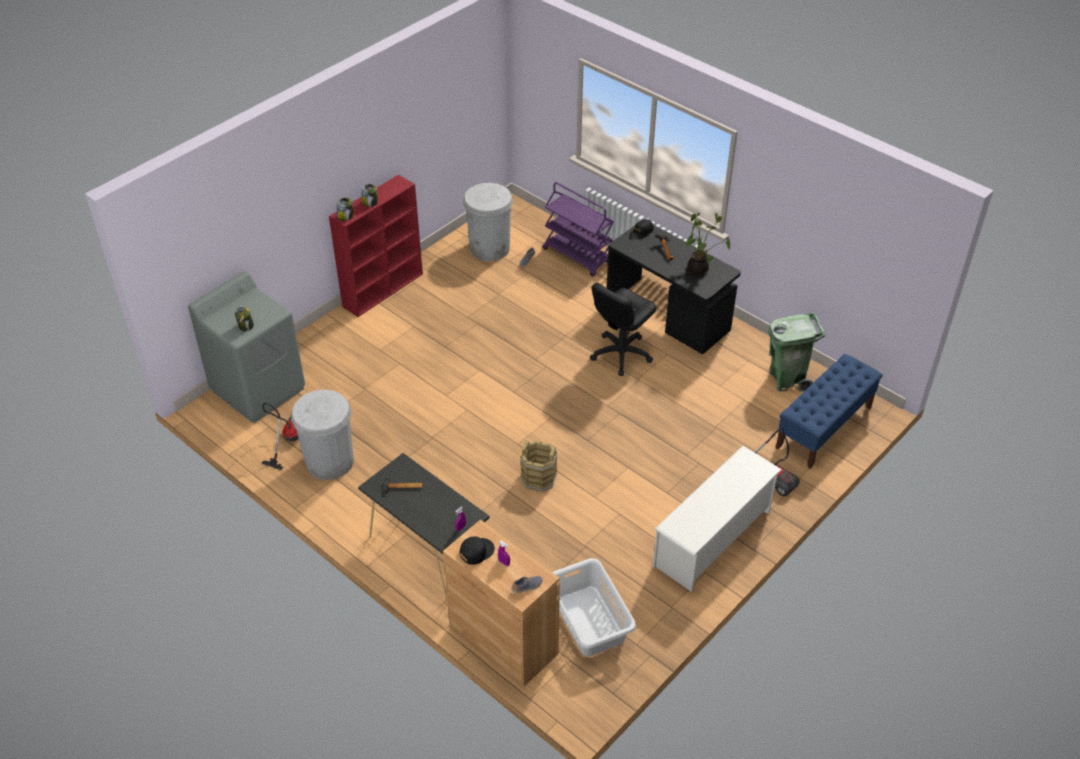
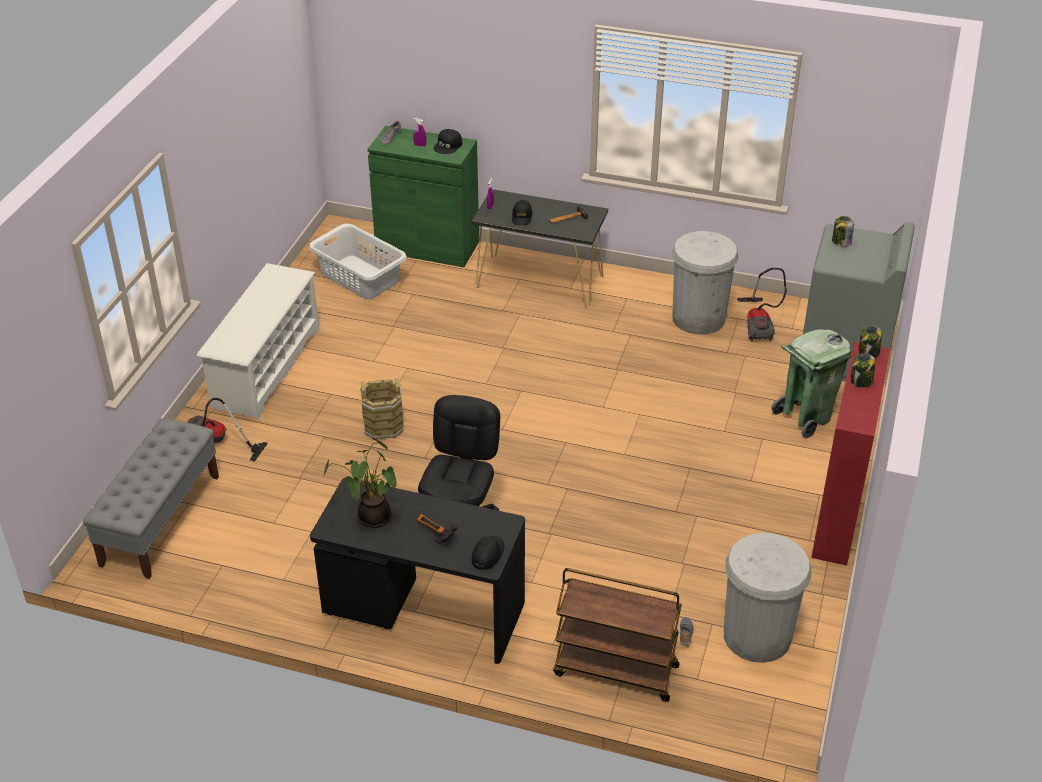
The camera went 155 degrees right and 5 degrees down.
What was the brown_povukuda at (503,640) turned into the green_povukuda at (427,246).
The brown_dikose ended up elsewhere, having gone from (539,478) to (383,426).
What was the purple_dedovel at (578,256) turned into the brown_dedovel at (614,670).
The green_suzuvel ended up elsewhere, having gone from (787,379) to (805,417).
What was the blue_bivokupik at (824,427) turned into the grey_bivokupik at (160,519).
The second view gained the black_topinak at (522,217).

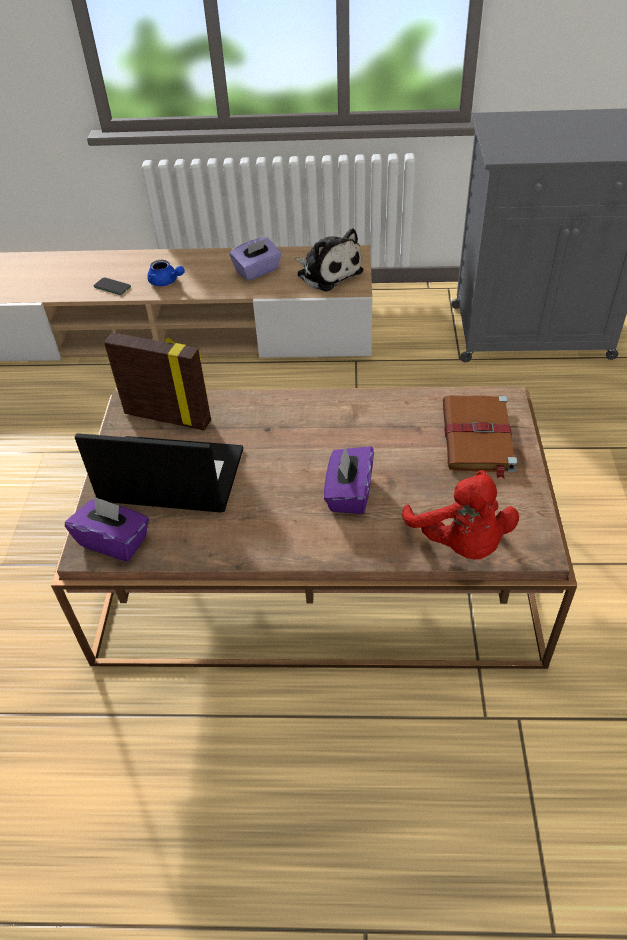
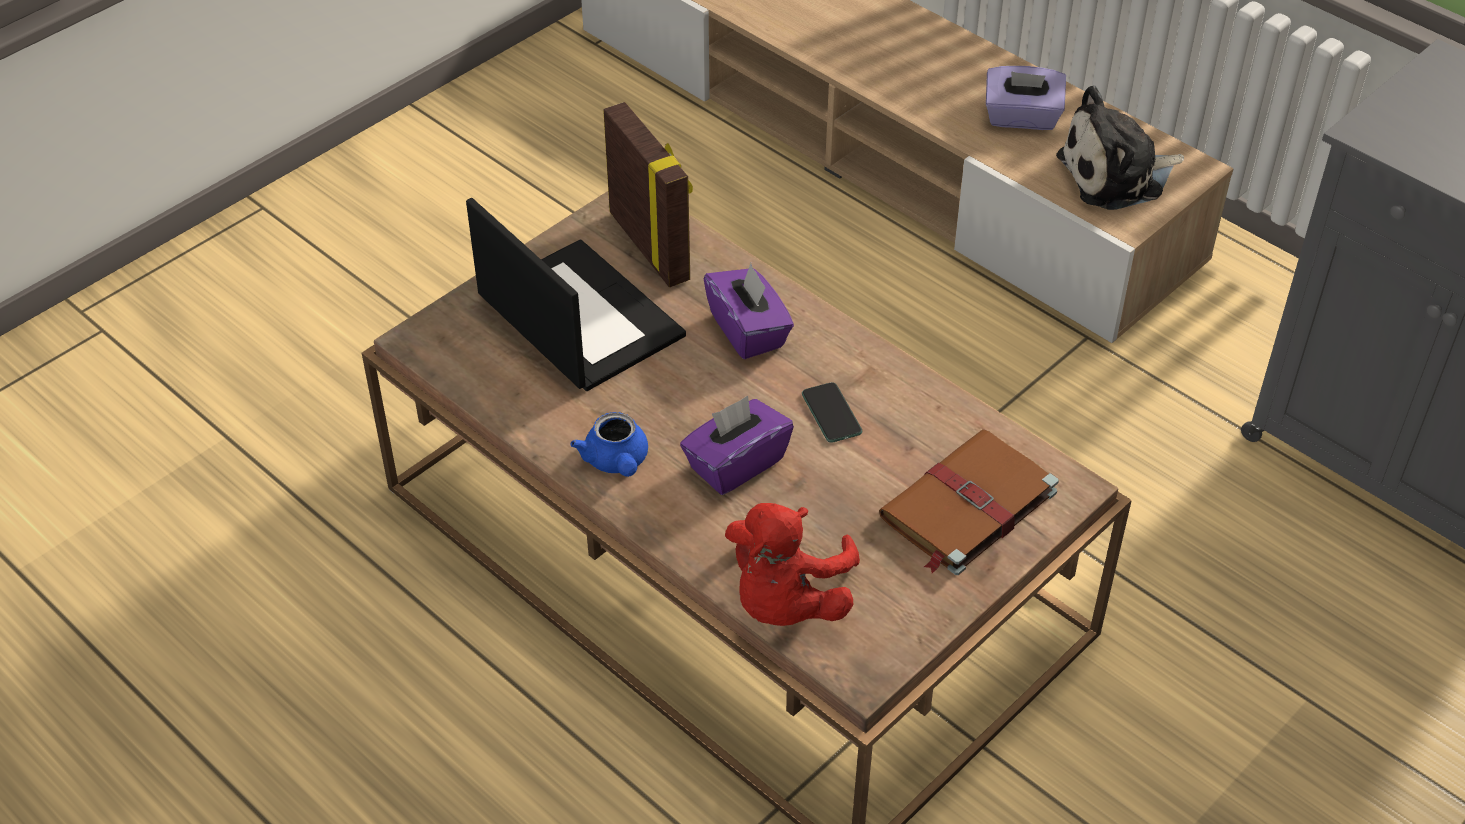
The camera went 40 degrees right and 0 degrees up.
The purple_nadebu ended up elsewhere, having gone from (114,541) to (748,331).
The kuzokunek ended up elsewhere, having gone from (112,287) to (831,414).
The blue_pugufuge ended up elsewhere, having gone from (166,282) to (616,462).
The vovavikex at (327,272) ended up facing another way, 75 degrees clockwise from before.

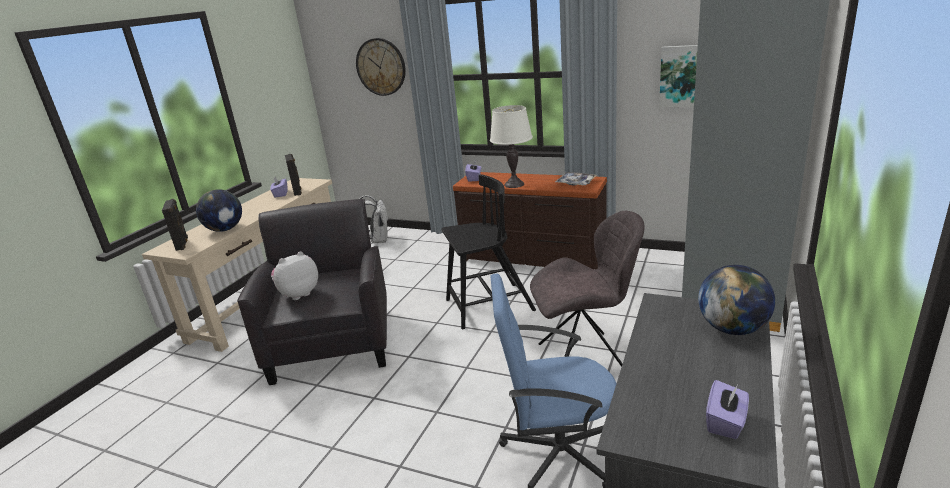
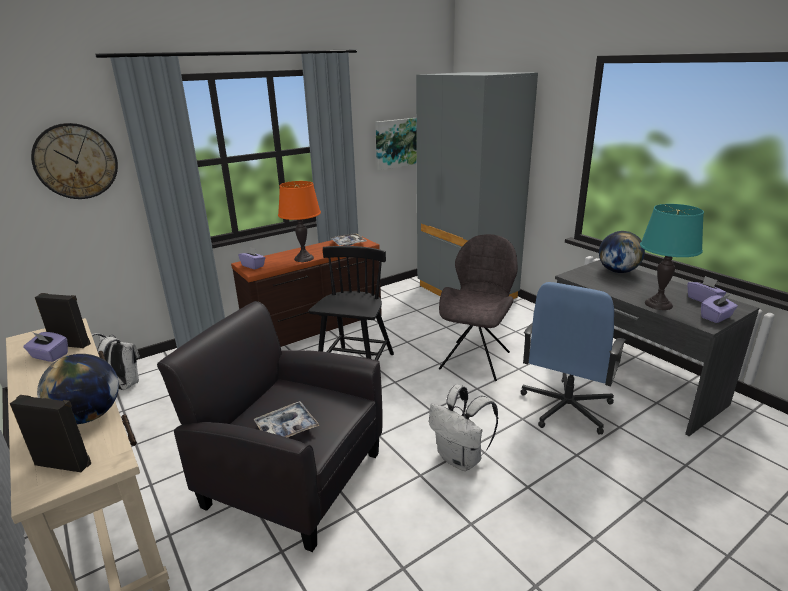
The camera went 60 degrees left and 0 degrees up.
Where the vovavikex stood at (298,294), the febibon came to stand at (287,427).
What was the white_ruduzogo at (514,184) turned into the orange_ruduzogo at (304,258).
The second view gained the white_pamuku at (461,459).
The second view gained the turquoise_ruduzogo at (658,304).
The second view gained the purple_nadebu at (716,317).

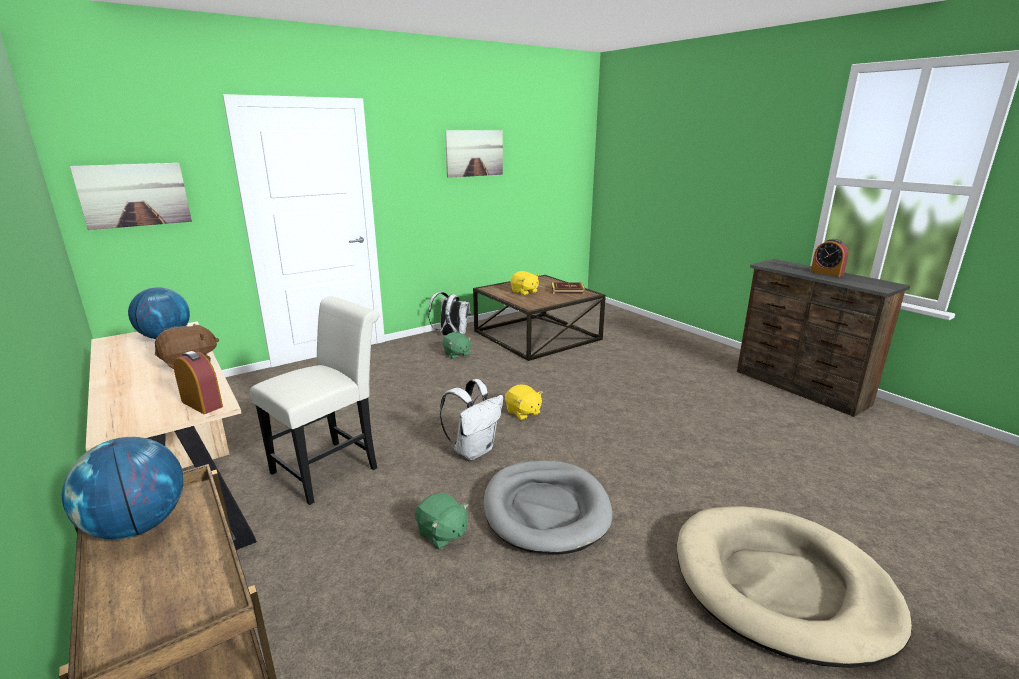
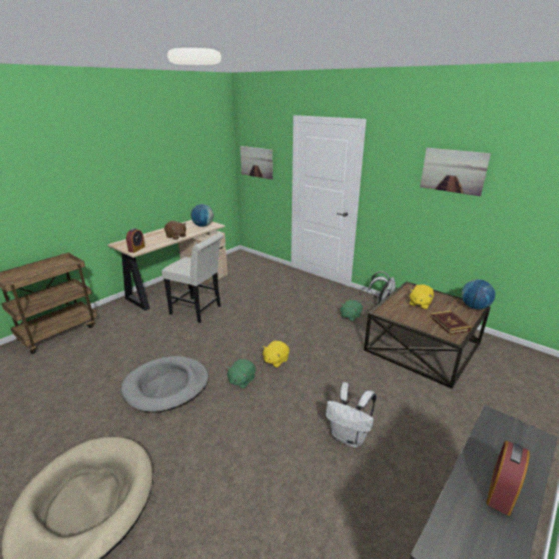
The camera went 75 degrees right and 5 degrees up.
The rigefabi ended up elsewhere, having gone from (138,526) to (474,307).
The green_vovavikex ended up elsewhere, having gone from (442,534) to (241,380).
The white_pamuku ended up elsewhere, having gone from (474,450) to (349,437).

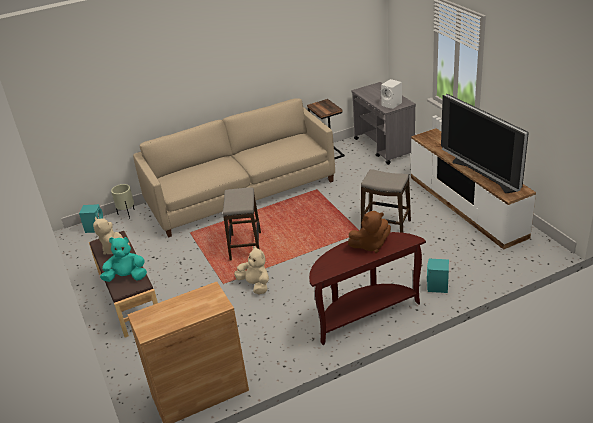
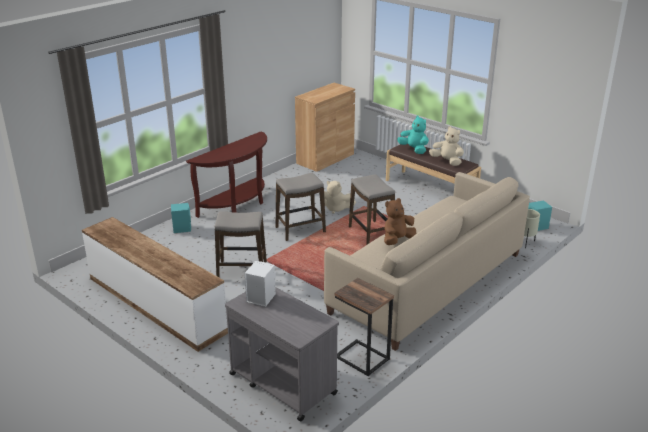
The camera went 155 degrees right and 5 degrees down.
The turquoise_vovavikex at (126,277) ended up facing another way, 105 degrees counterclockwise from before.
The brown_vovavikex ended up elsewhere, having gone from (370,245) to (397,240).
The second view lost the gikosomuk at (483,175).
The second view gained the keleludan at (300,230).

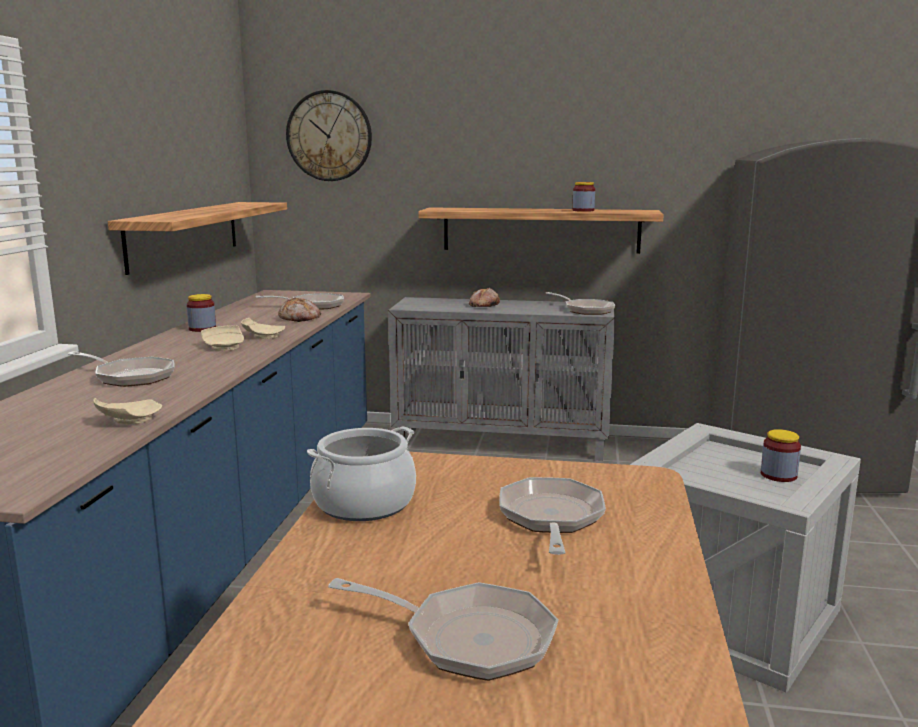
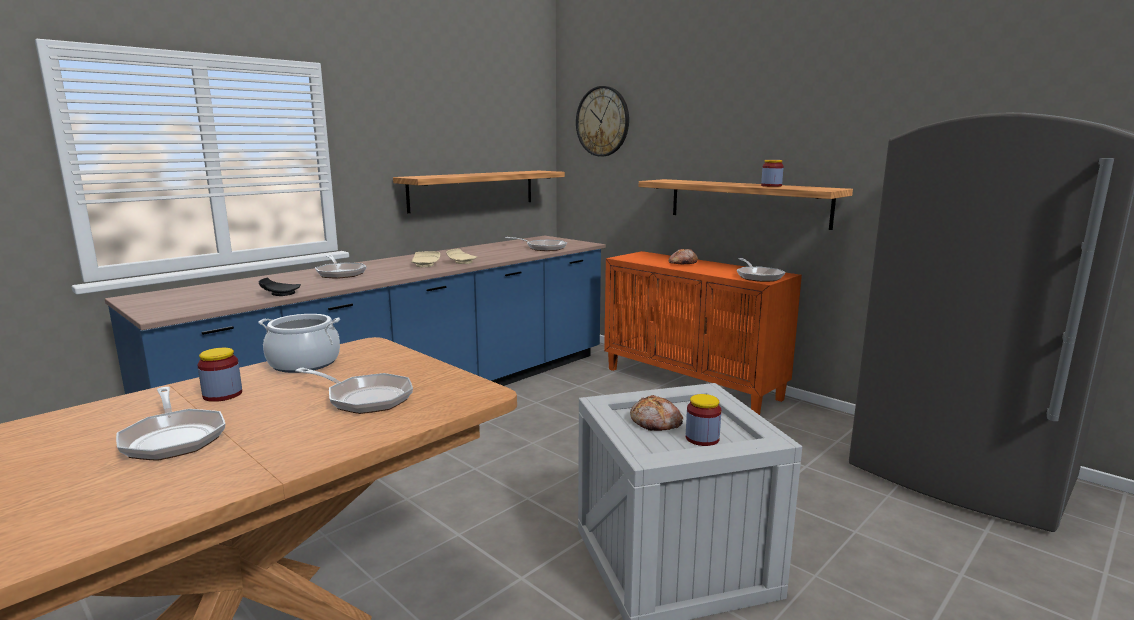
The camera went 35 degrees right and 0 degrees up.
What was the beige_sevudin at (128,420) turned into the black_sevudin at (280,294).
The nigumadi ended up elsewhere, having gone from (202,329) to (222,395).
The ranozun ended up elsewhere, having gone from (300,318) to (656,423).
What was the grey_povukuda at (502,443) turned into the orange_povukuda at (692,383).
The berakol at (551,519) ended up facing another way, 75 degrees clockwise from before.

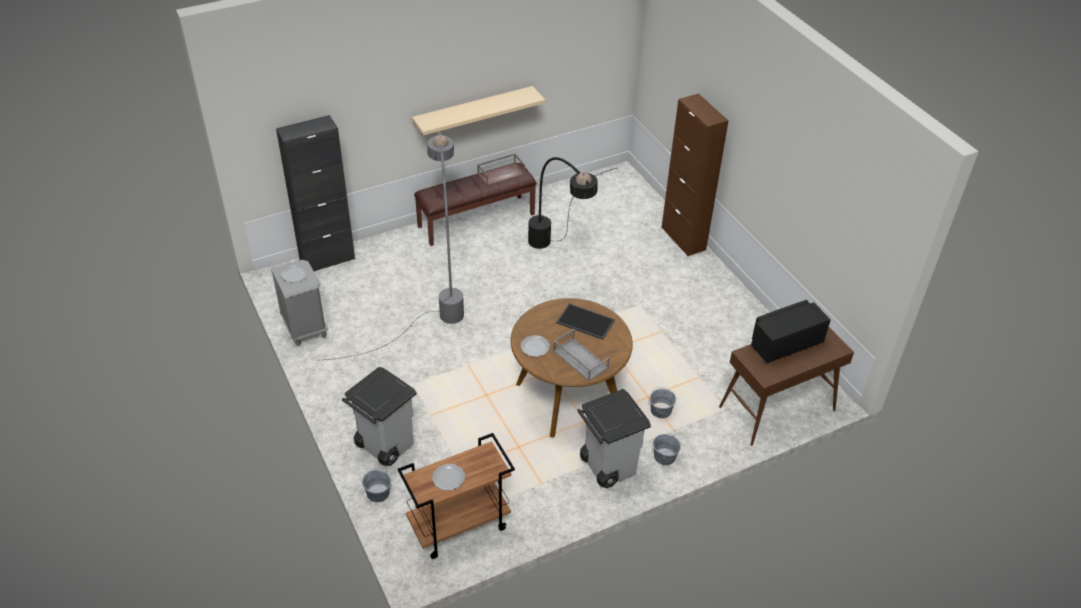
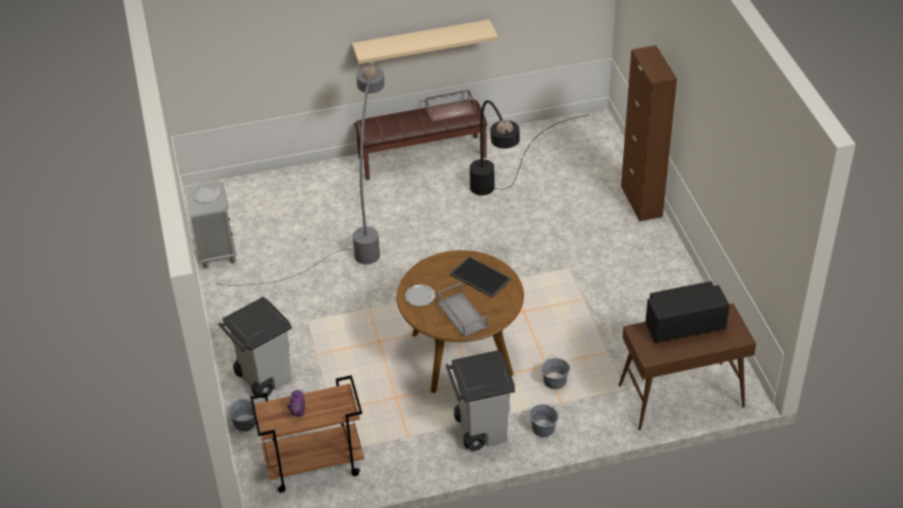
The camera went 15 degrees right and 0 degrees up.
The second view lost the black_povukuda at (327,259).
Where the sevudin stood at (448,477), the purple_pugufuge came to stand at (298,412).

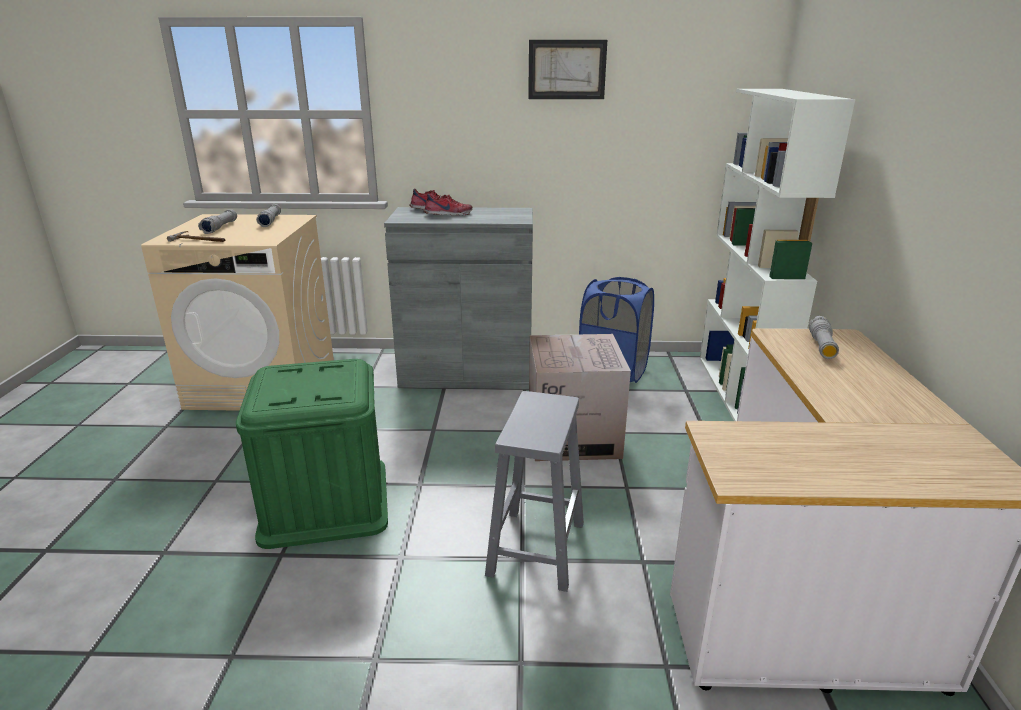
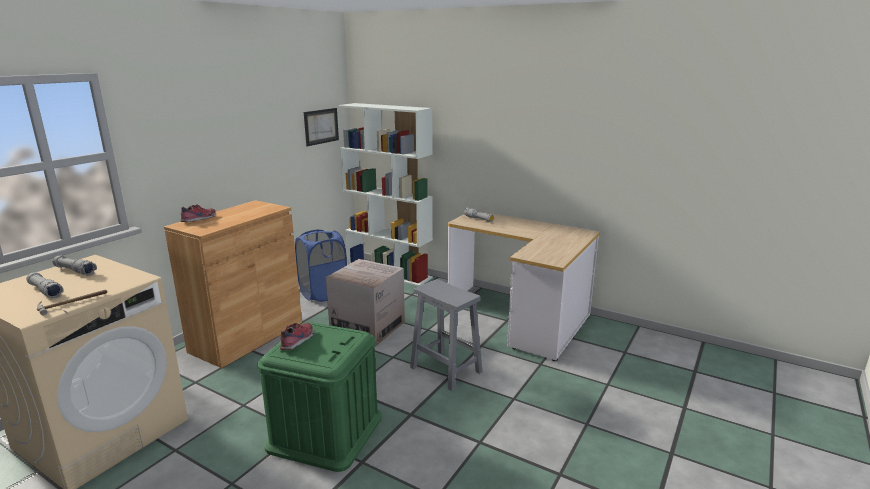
The camera went 60 degrees left and 5 degrees down.
What was the grey_povukuda at (466,373) turned into the brown_povukuda at (247,337).
The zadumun ended up elsewhere, having gone from (448,214) to (298,341).
The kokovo ended up elsewhere, having gone from (567,69) to (321,126).

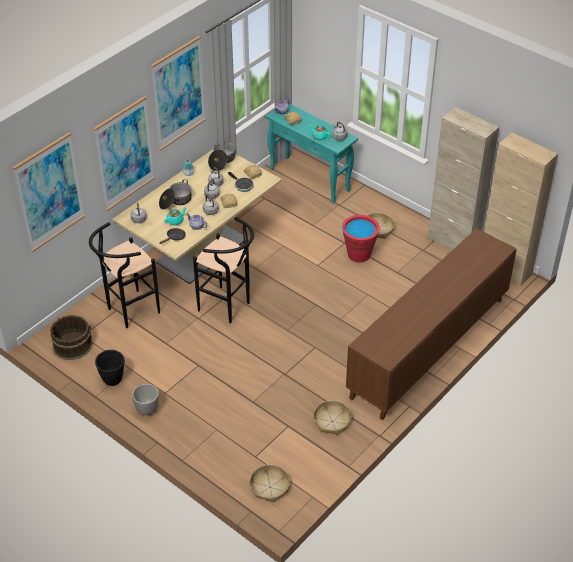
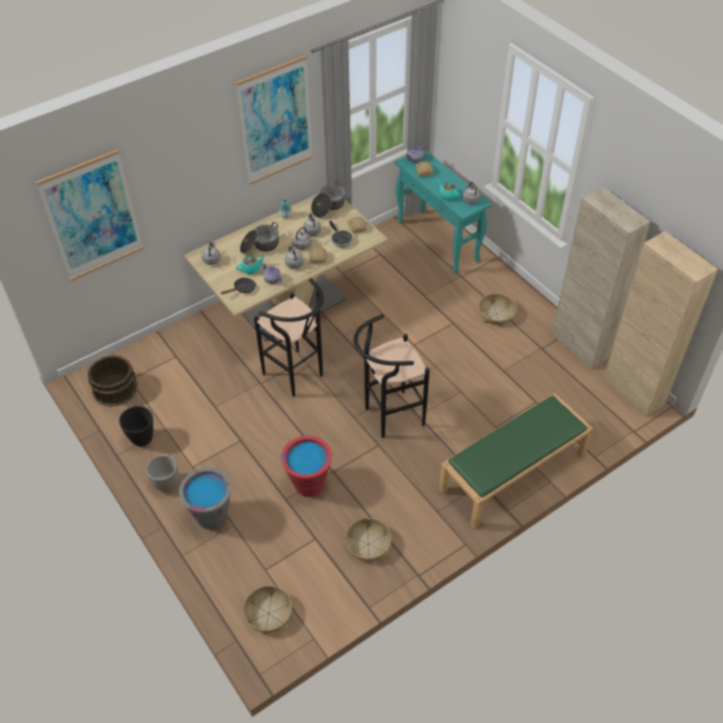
The camera went 15 degrees right and 5 degrees up.
The black_keleludan ended up elsewhere, having gone from (129,312) to (388,417).
The second view lost the kokovo at (124,154).
The red_dikose ended up elsewhere, having gone from (359,254) to (309,484).
Where the brown_povukuda stood at (429,347), the green_bivokupik came to stand at (512,473).
The second view gained the grey_dikose at (212,516).

